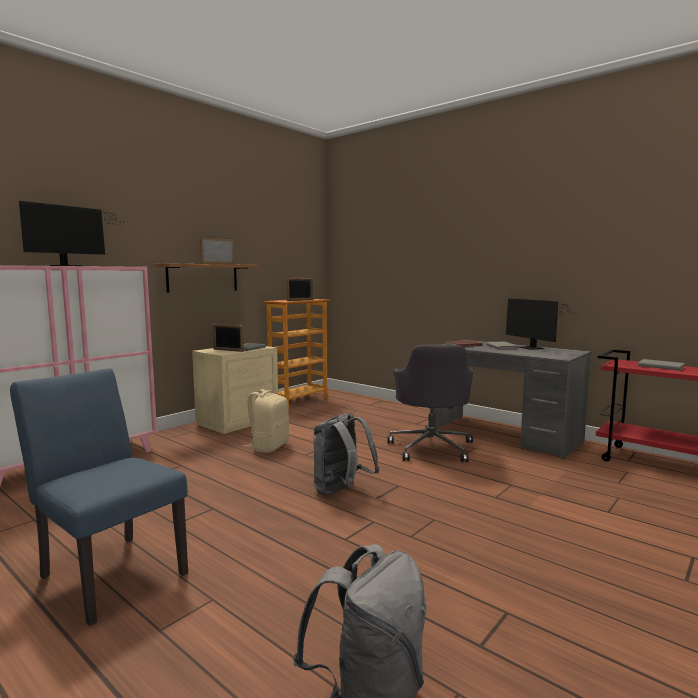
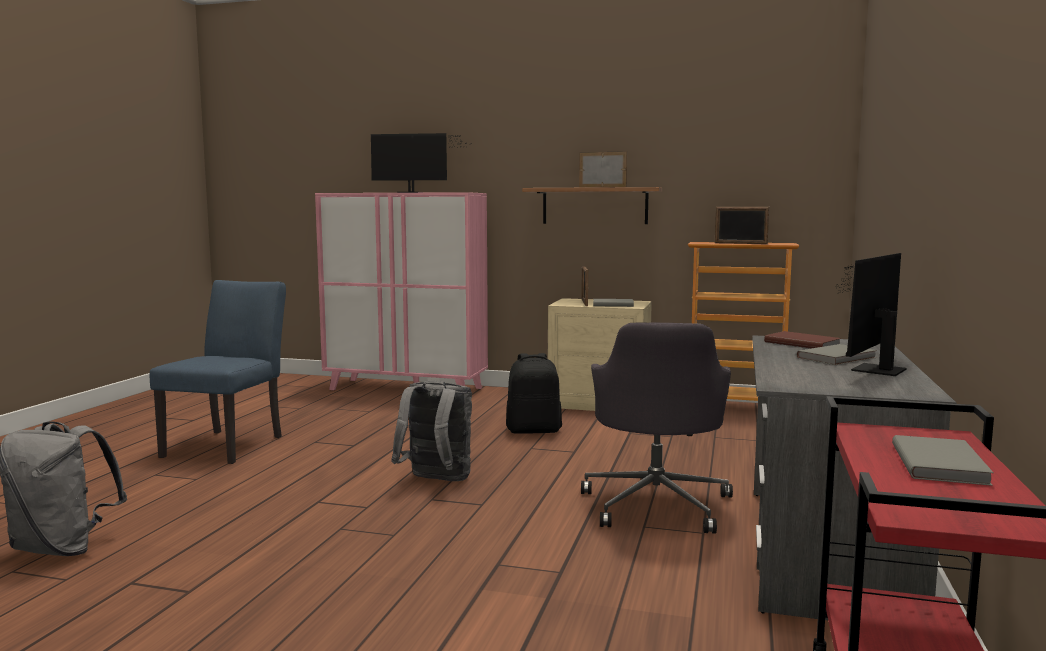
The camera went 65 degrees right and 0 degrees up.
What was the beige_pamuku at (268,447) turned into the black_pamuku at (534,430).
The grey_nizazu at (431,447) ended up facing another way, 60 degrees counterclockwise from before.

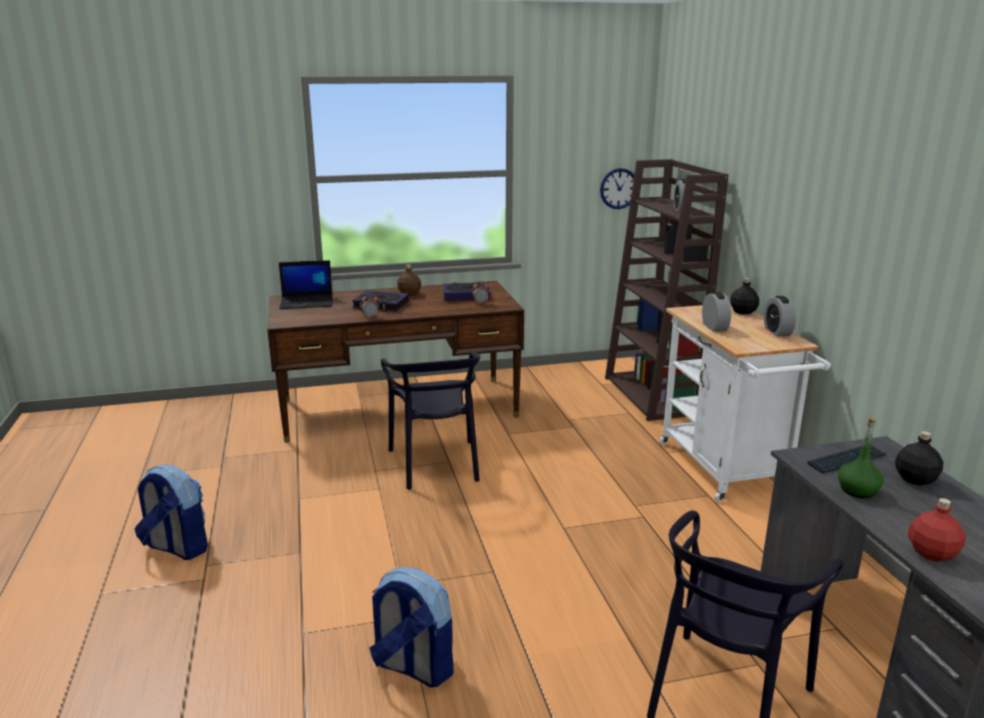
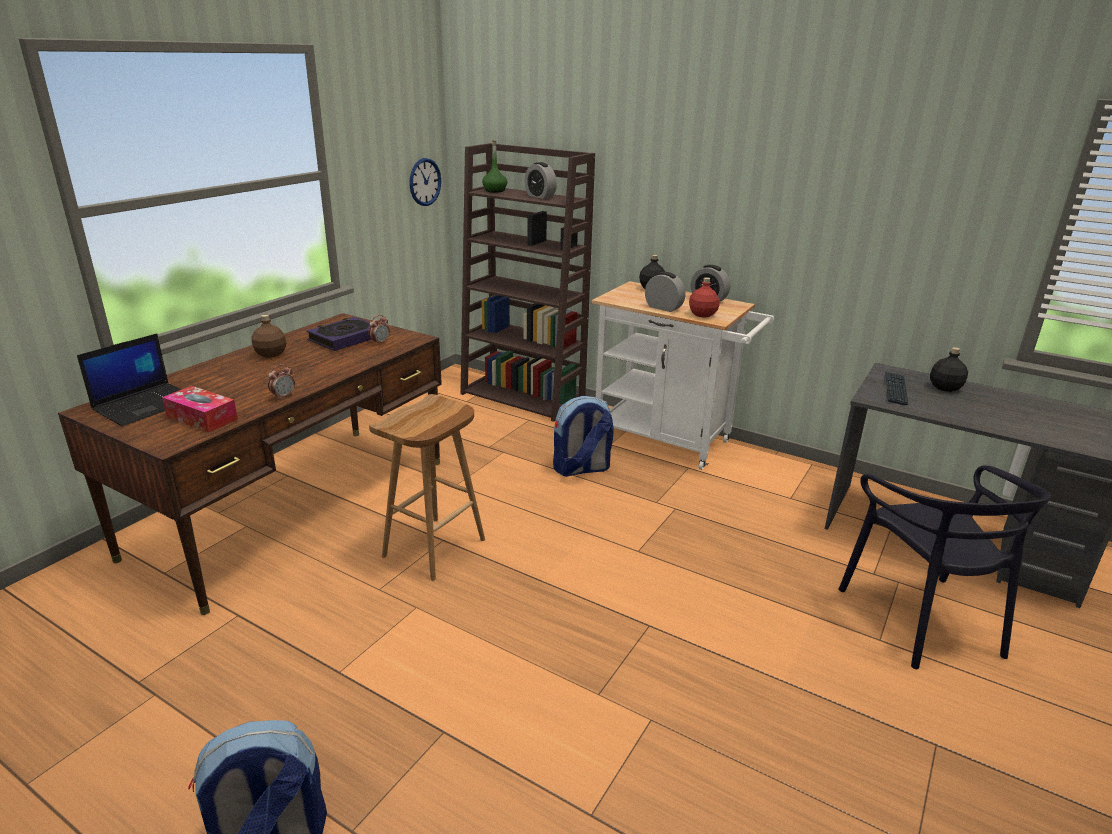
The camera went 45 degrees left and 5 degrees up.
The second view lost the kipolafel at (381,305).
The pamuku ended up elsewhere, having gone from (412,667) to (581,469).
Where the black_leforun stood at (436,464), the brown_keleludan came to stand at (434,549).
The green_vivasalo ended up elsewhere, having gone from (858,490) to (495,191).
The red_vivasalo ended up elsewhere, having gone from (932,553) to (703,314).
The second view gained the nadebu at (202,418).

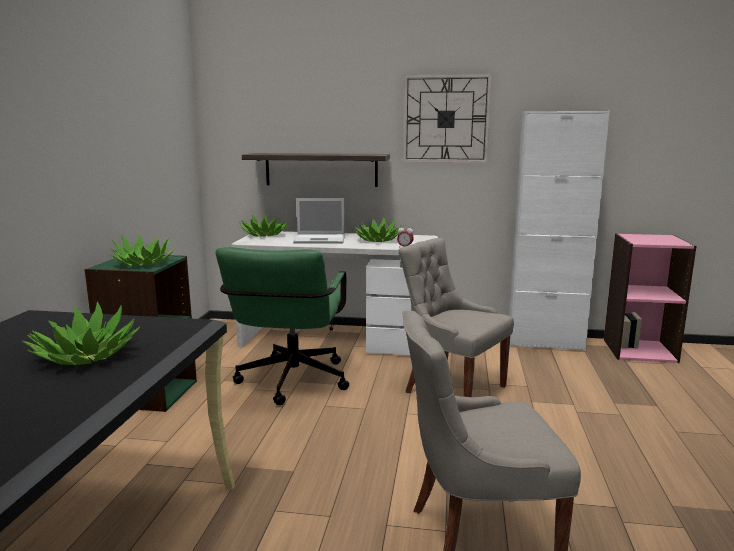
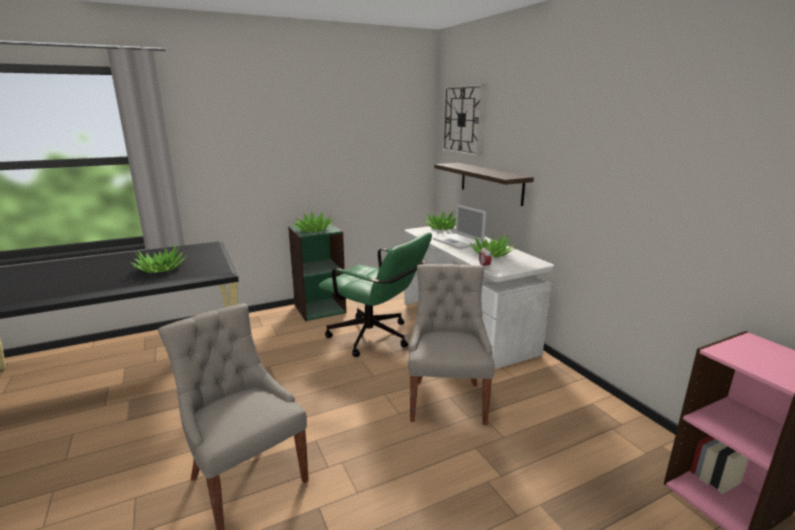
The camera went 55 degrees right and 5 degrees up.
The green_nizazu at (290,384) ended up facing another way, 120 degrees counterclockwise from before.
The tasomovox ended up elsewhere, having gone from (446,119) to (462,120).
The second view lost the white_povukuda at (545,343).

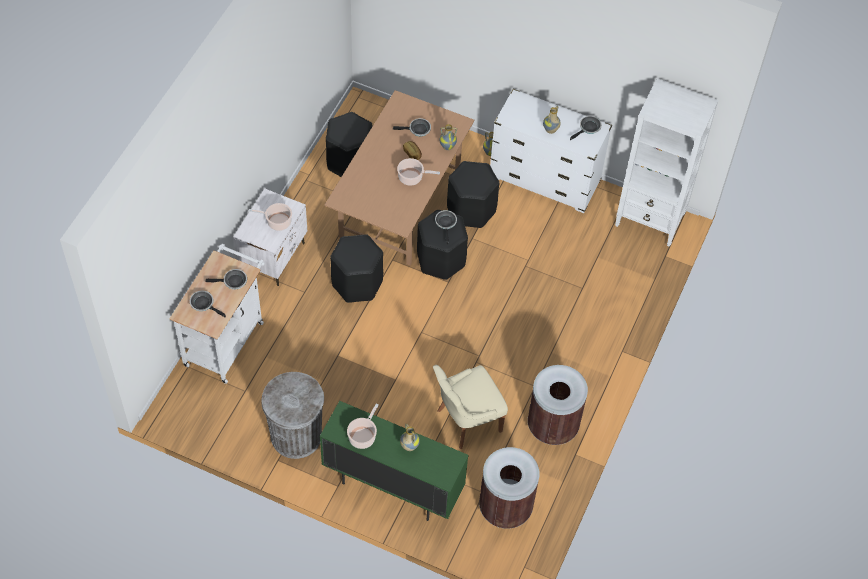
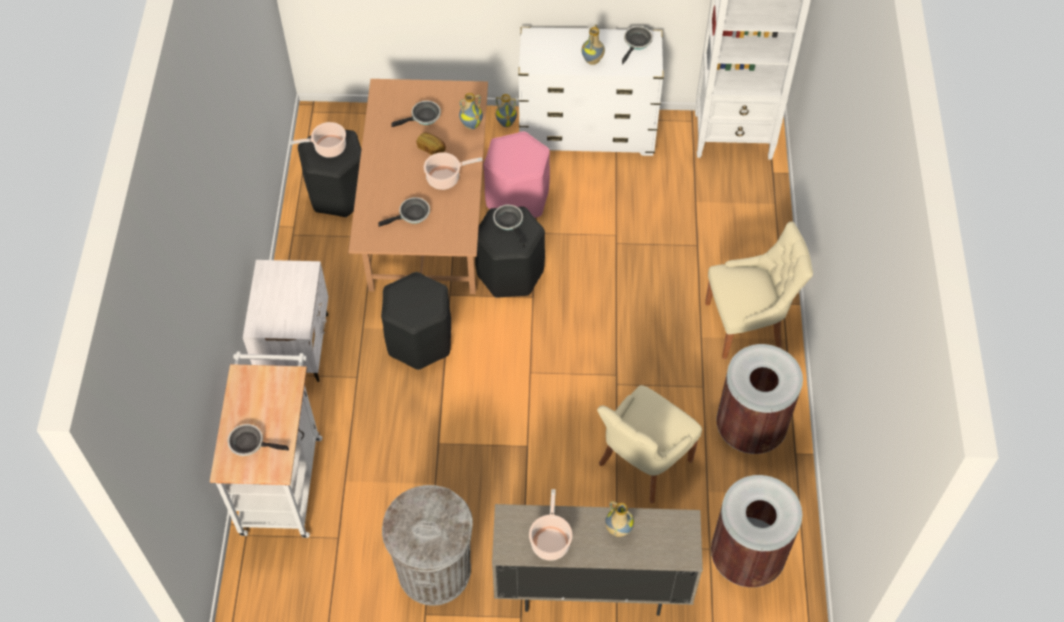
The camera went 20 degrees left and 0 degrees up.
The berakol ended up elsewhere, having gone from (233,282) to (412,215).
The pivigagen ended up elsewhere, having gone from (277,222) to (328,148).
What was the green_povukuda at (392,486) turned into the beige_povukuda at (591,587).
What was the black_keleludan at (471,210) turned into the pink_keleludan at (517,199).
The second view gained the beige_leforun at (746,325).

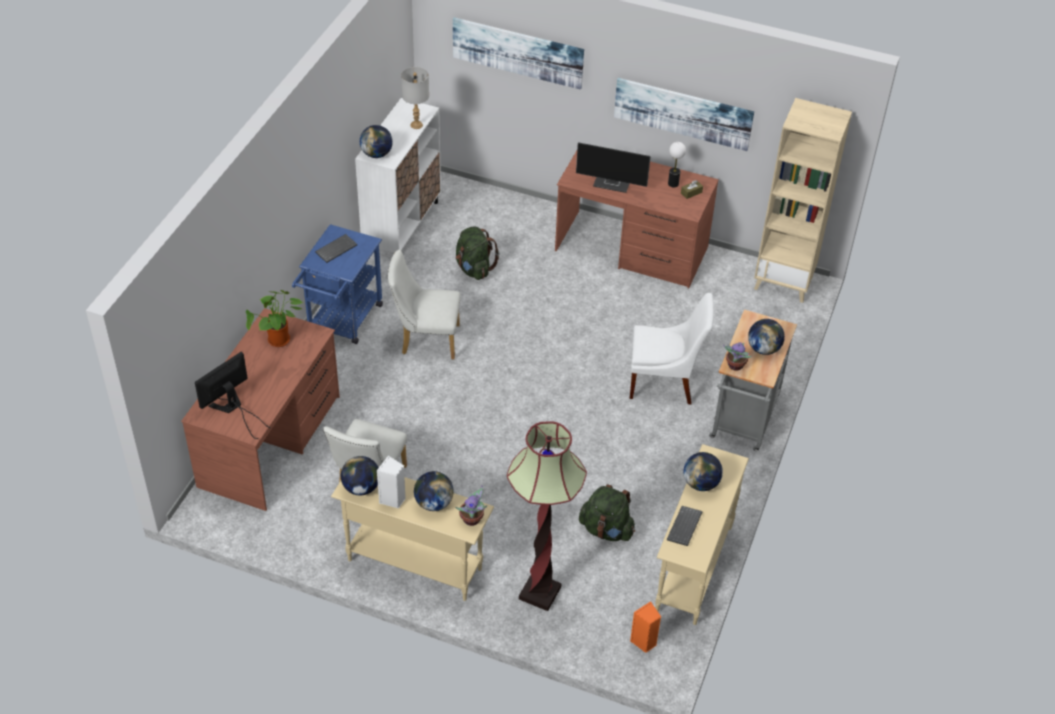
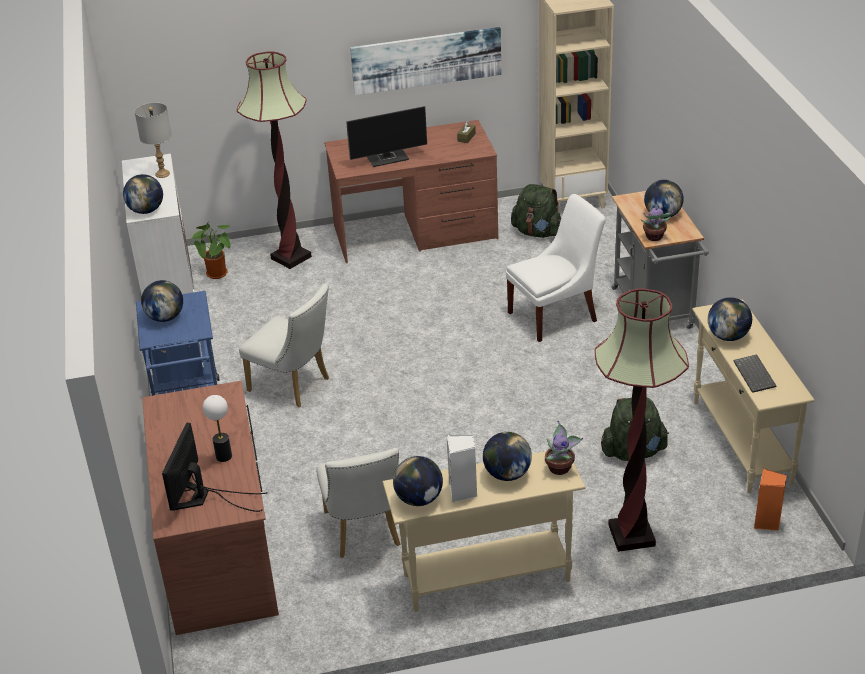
The camera went 30 degrees left and 10 degrees down.
The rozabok ended up elsewhere, having gone from (279,342) to (218,275).
Where the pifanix stood at (336,248), the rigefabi came to stand at (165,317).
The white_leforun at (425,340) ended up facing another way, 120 degrees counterclockwise from before.
The second view lost the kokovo at (517,52).
The green_pamuku ended up elsewhere, having gone from (474,269) to (537,232).
The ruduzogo ended up elsewhere, having gone from (673,184) to (224,456).
The second view gained the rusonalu at (291,257).

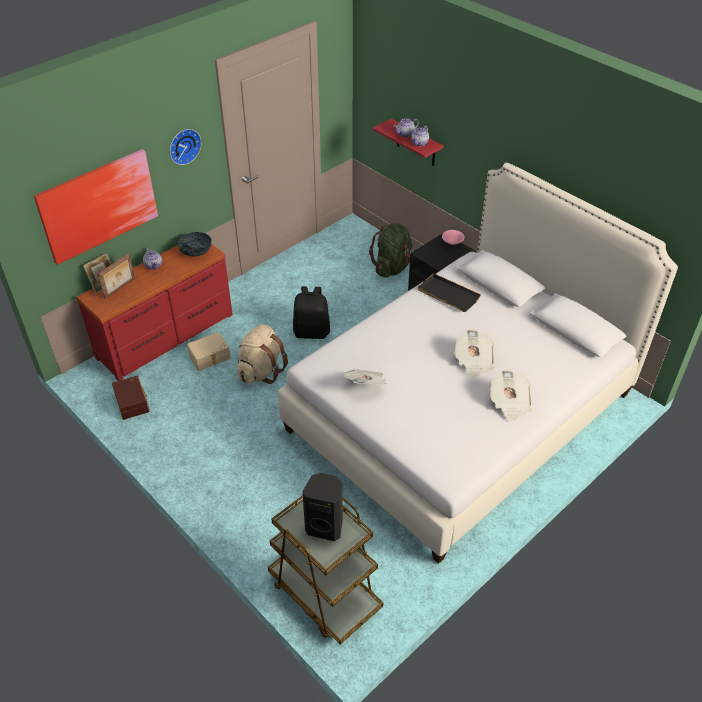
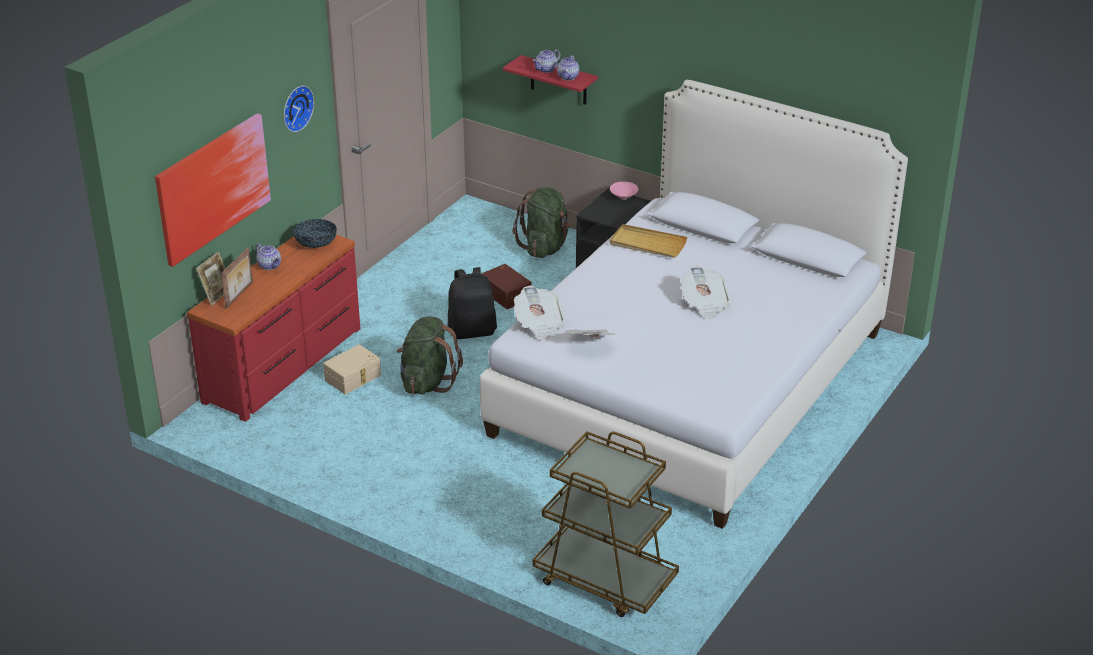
The camera went 15 degrees left and 10 degrees down.
The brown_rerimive ended up elsewhere, having gone from (133,402) to (507,294).
What was the beige_pamuku at (261,371) turned into the green_pamuku at (427,382).
The second view lost the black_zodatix at (325,526).
What was the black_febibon at (447,294) turned into the beige_febibon at (647,244).
The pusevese ended up elsewhere, having gone from (509,404) to (539,324).

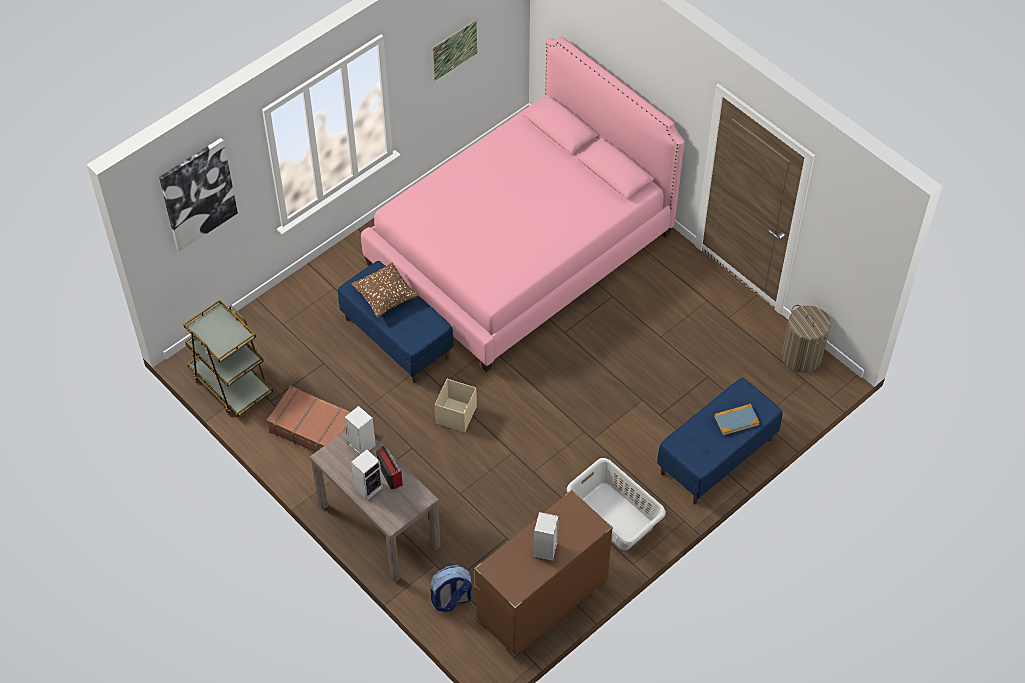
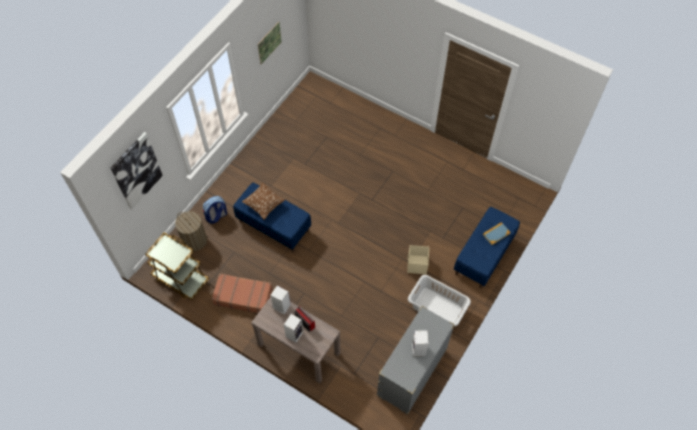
The camera went 15 degrees left and 5 degrees up.
The second view lost the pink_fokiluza at (521,249).
The pamuku ended up elsewhere, having gone from (451,600) to (216,216).
The beige_rerimive ended up elsewhere, having gone from (455,415) to (417,265).
What was the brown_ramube at (542,602) turned into the grey_ramube at (412,373).
The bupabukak ended up elsewhere, having gone from (801,356) to (194,240).

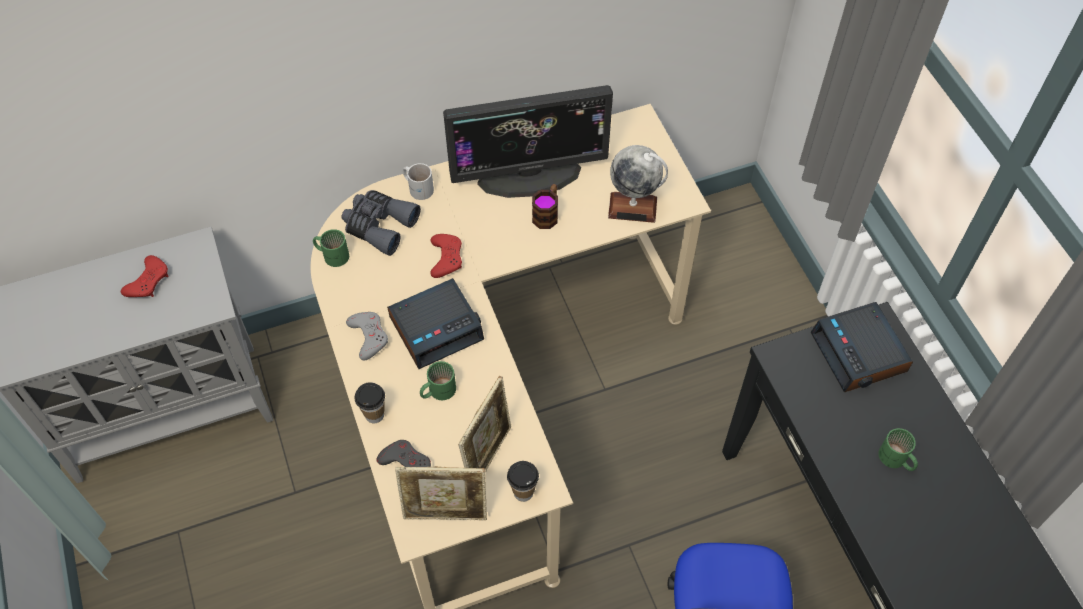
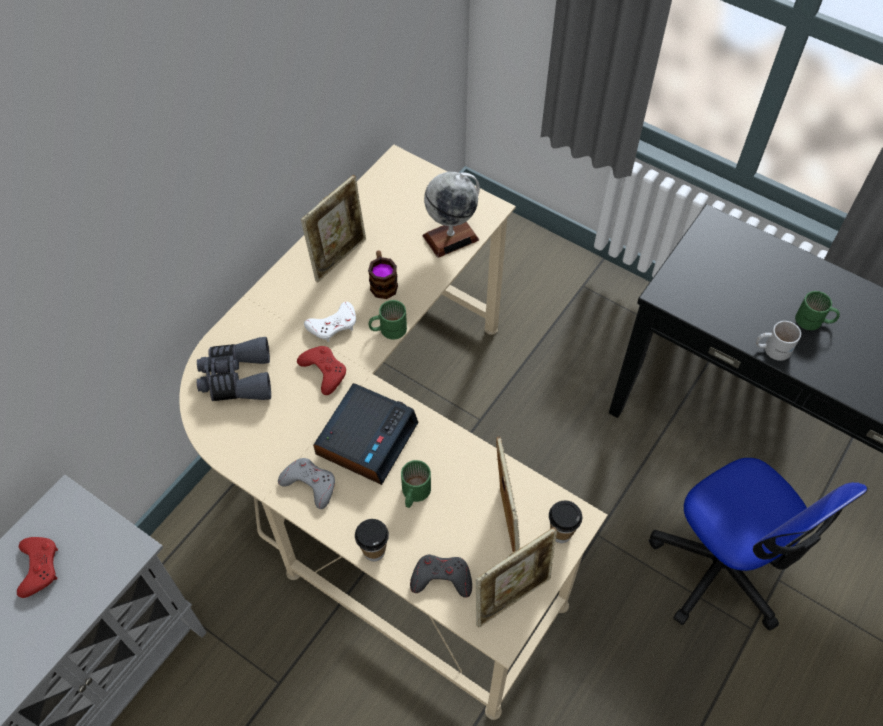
The camera went 35 degrees left and 0 degrees up.
The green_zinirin ended up elsewhere, having gone from (332,254) to (388,328).
The white_zinirin ended up elsewhere, having gone from (418,187) to (772,348).
Where the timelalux stood at (529,175), the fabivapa came to stand at (339,257).
The second view lost the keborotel at (859,353).
The second view gained the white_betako at (333,325).

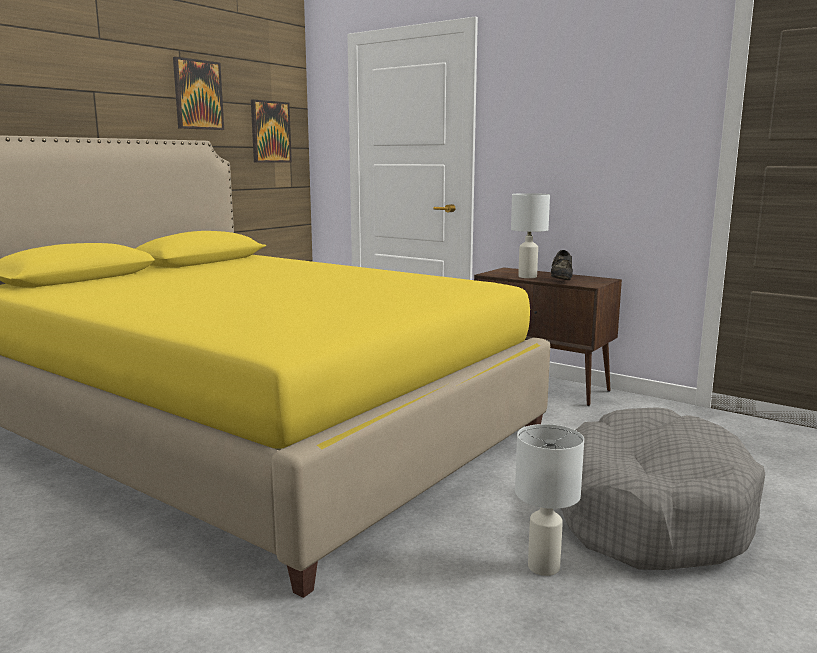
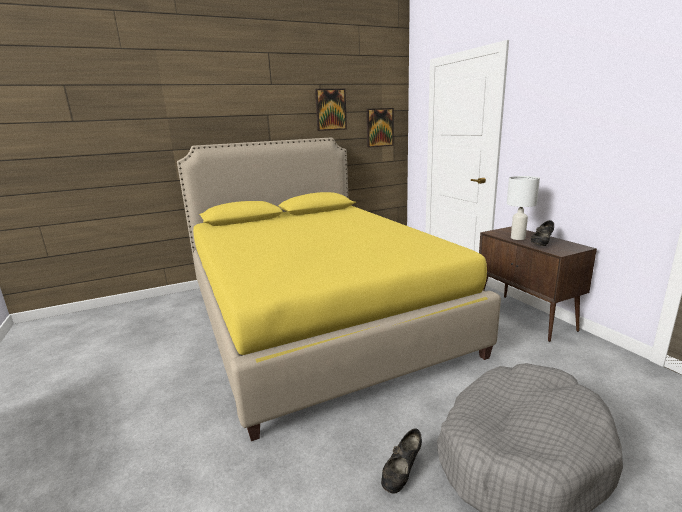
The camera went 30 degrees right and 5 degrees up.
Where the white_ruduzogo stood at (543,566), the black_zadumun came to stand at (401,473).

